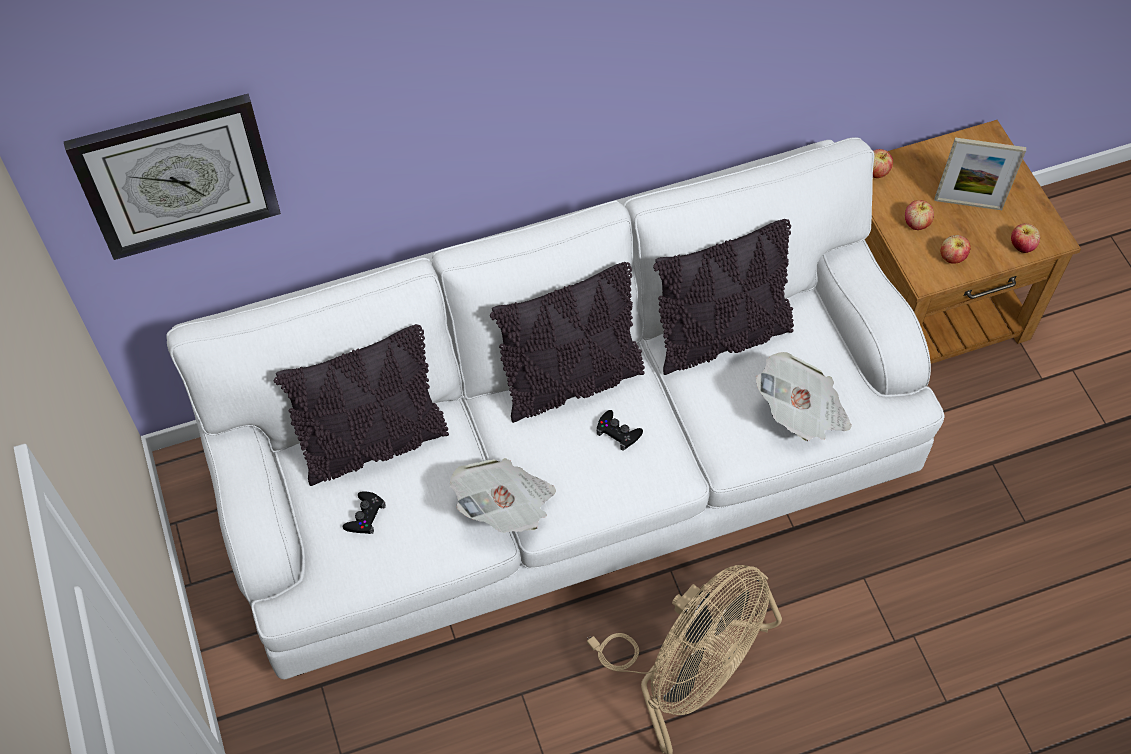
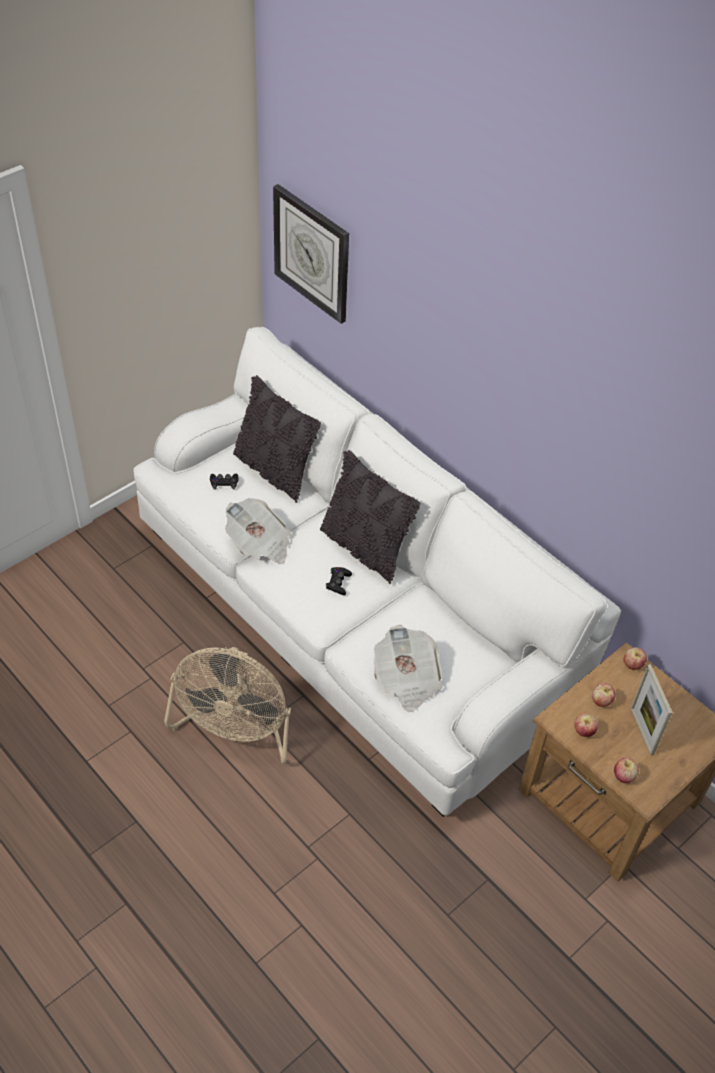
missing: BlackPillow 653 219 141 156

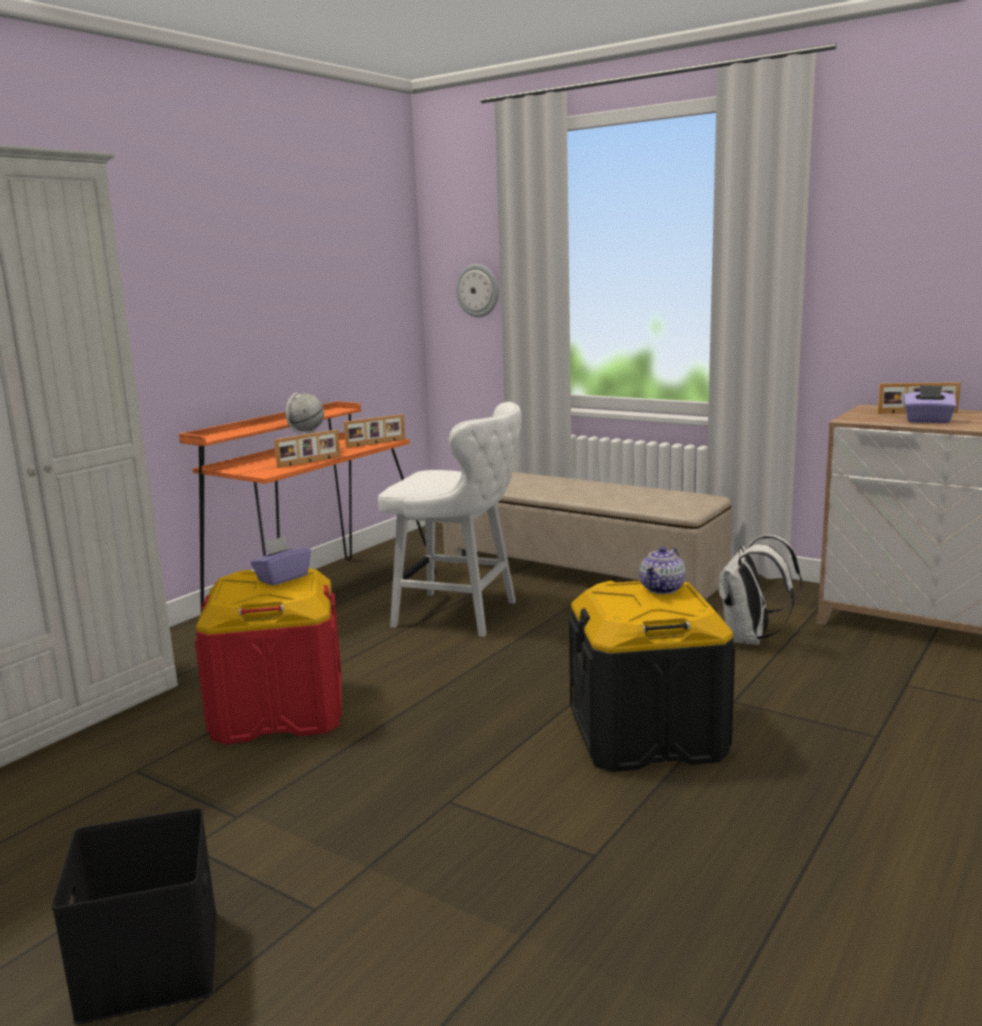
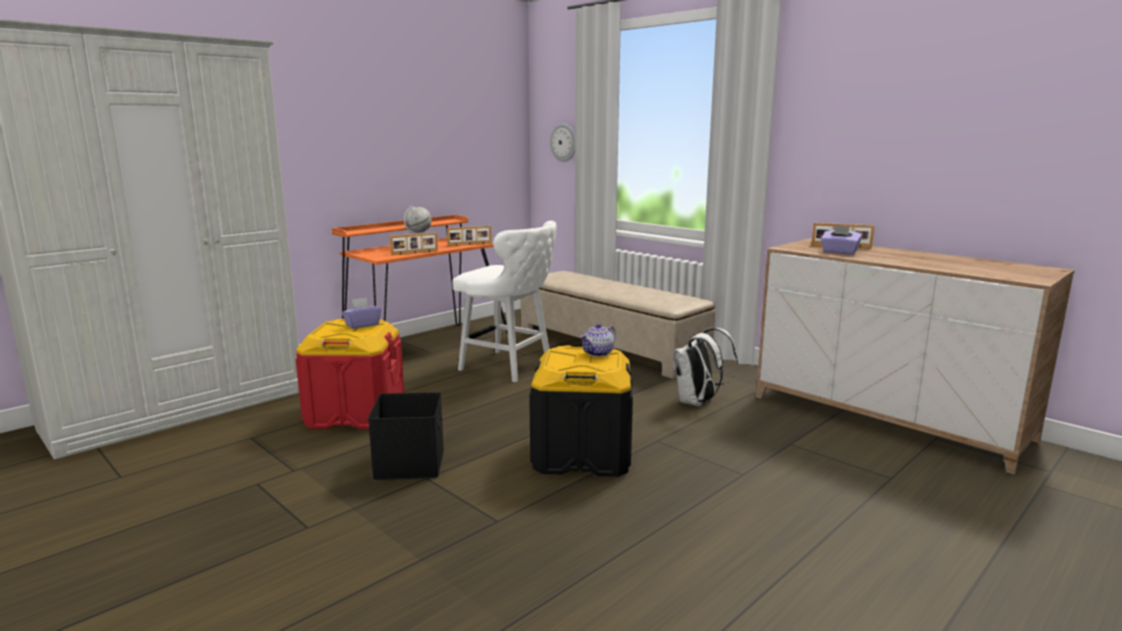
relocated: BlackStorageBox 52 808 165 216 to 368 392 76 88

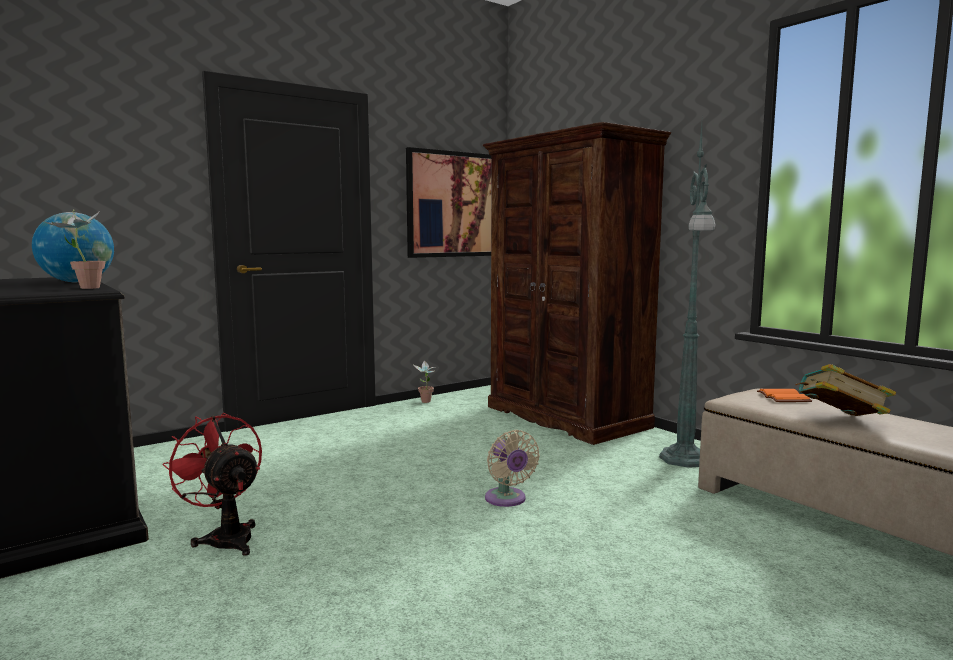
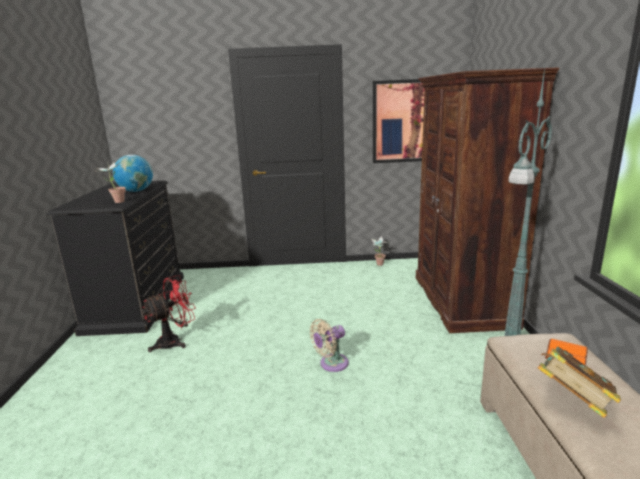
spun: RedFan 162 413 100 143 = 142 275 53 77 60 degrees clockwise; BeigeFan 485 430 55 77 = 310 319 39 53 45 degrees clockwise

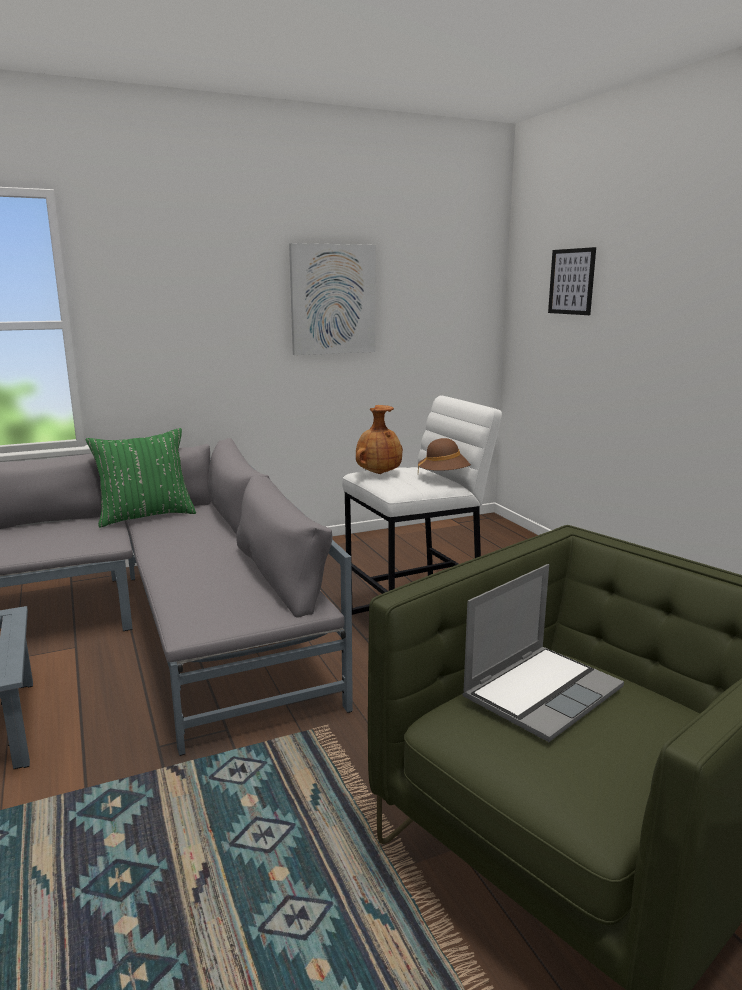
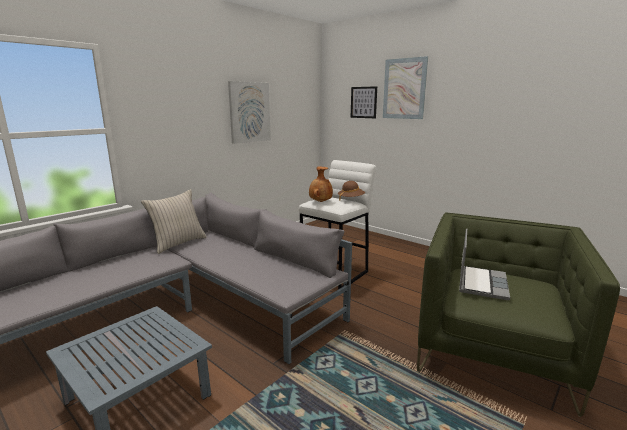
appeared: Picture 383 56 45 63
colour: GreenPillow 86 428 110 99 to BeigePillow 141 189 66 65

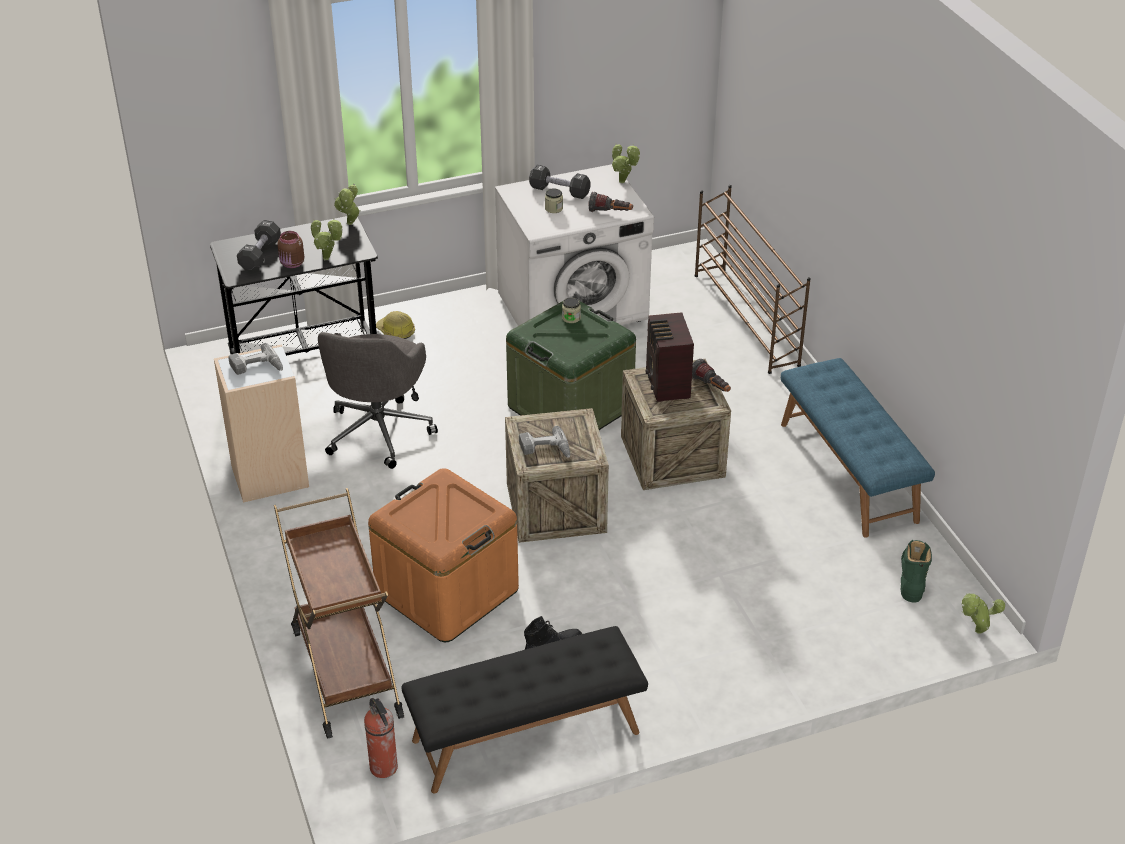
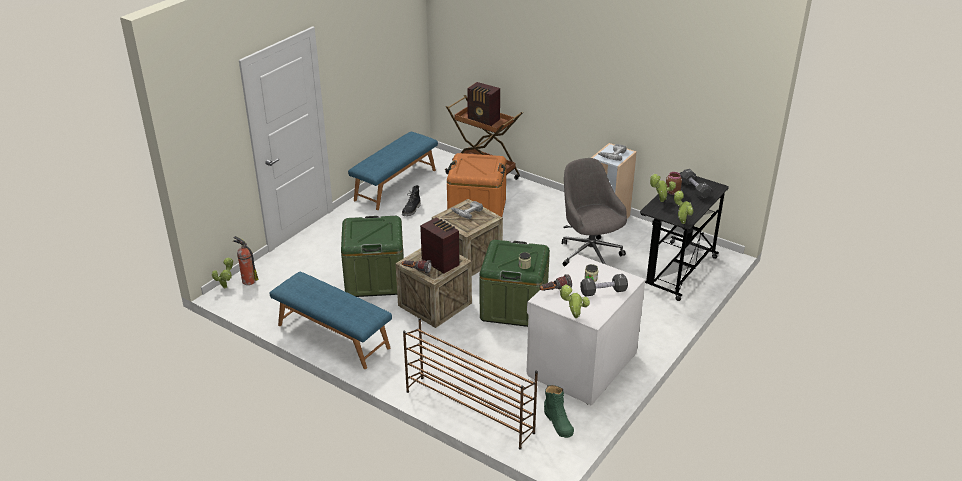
missing: HardHat 376 311 39 28
appeared: GreenStorageBox 341 216 63 81; Radio 467 82 33 44
relocated: FireExtinguisher 364 698 34 80 to 233 236 25 49; GreenBoot 901 540 31 63 to 544 385 30 53
colour: BlackBench 401 626 247 168 to BlueBench 348 131 90 79

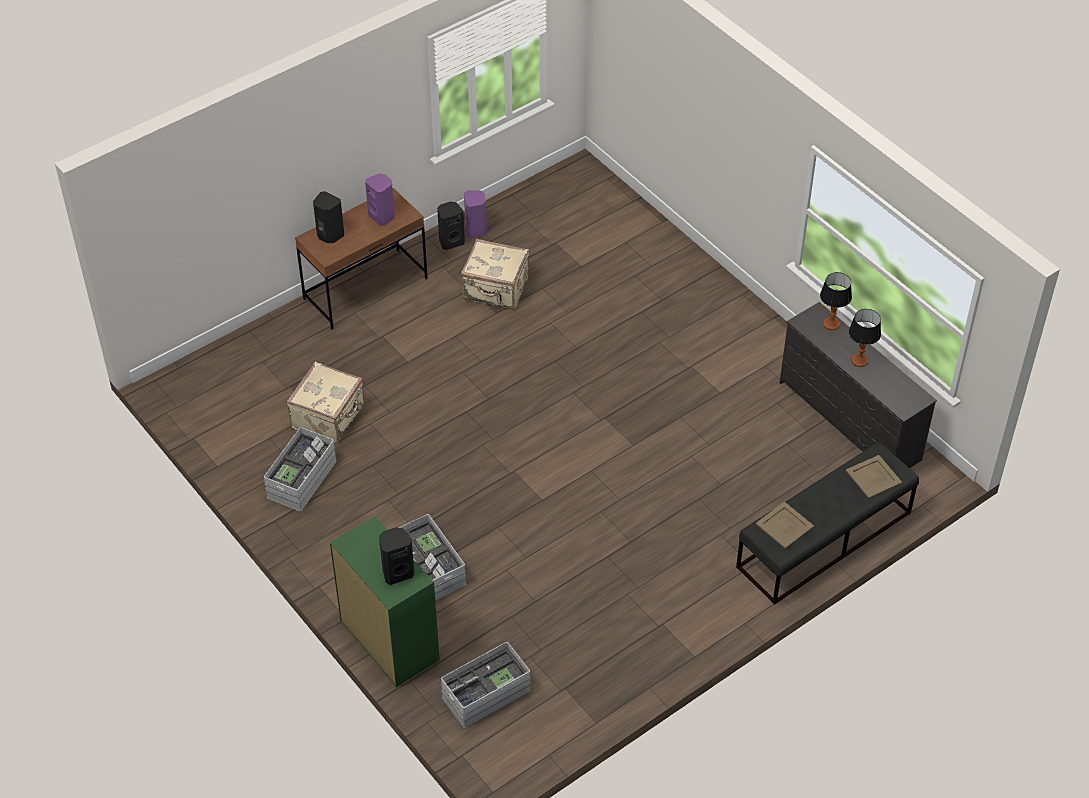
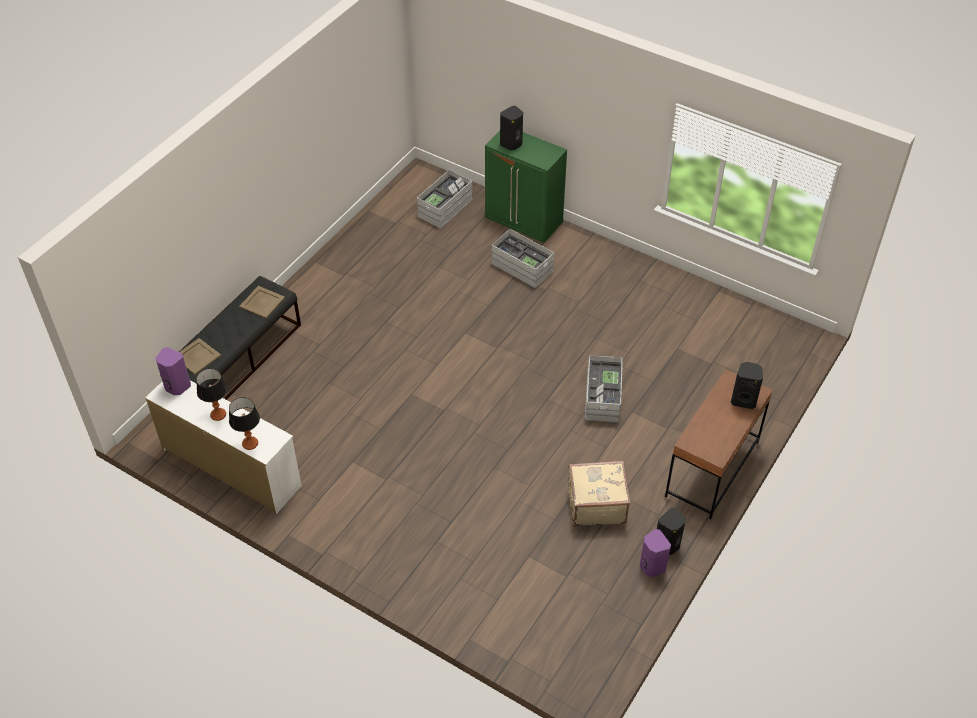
missing: BeigeSuitcase 287 362 78 82
relocated: GreyStorageBox 264 427 73 84 to 585 355 38 68; PurpleSpeaker 365 173 30 53 to 155 347 36 48
colour: BlackDresser 780 302 157 166 to WhiteDresser 145 380 157 134

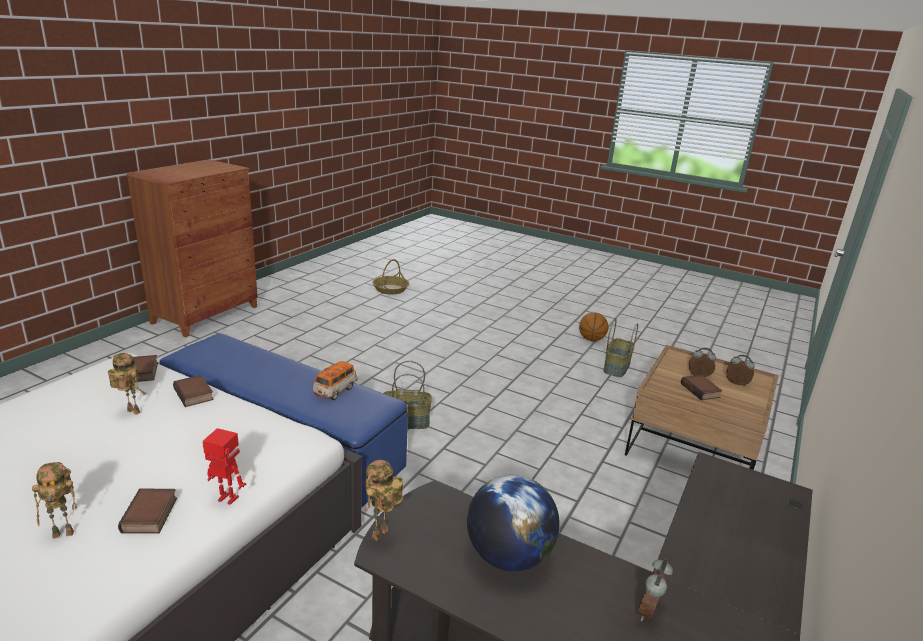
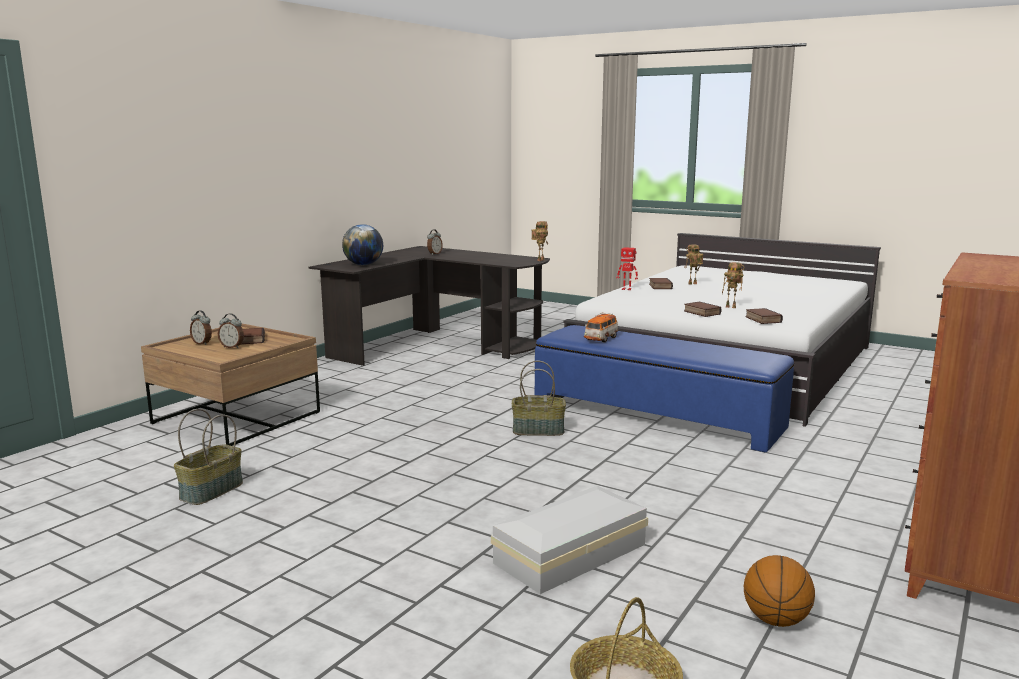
appeared: WhiteStorageBox 491 486 157 108
relocated: Globe 467 475 93 96 to 342 224 41 41; Basketball 579 312 30 29 to 744 555 71 72

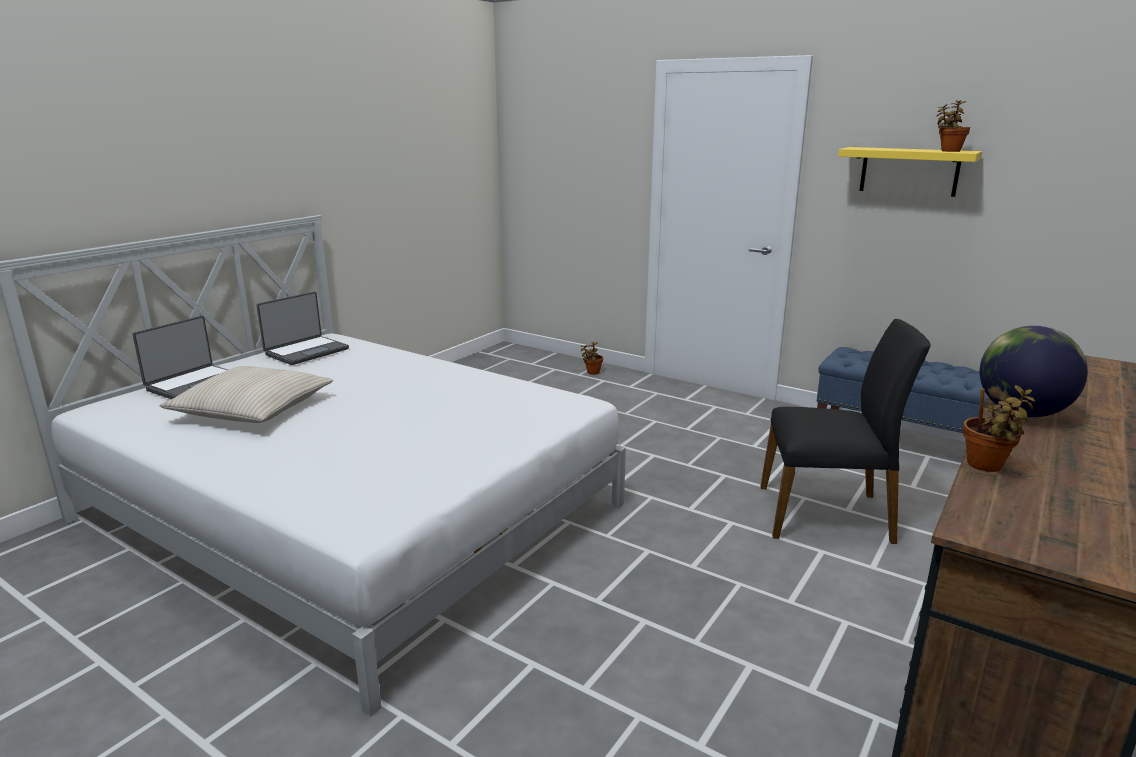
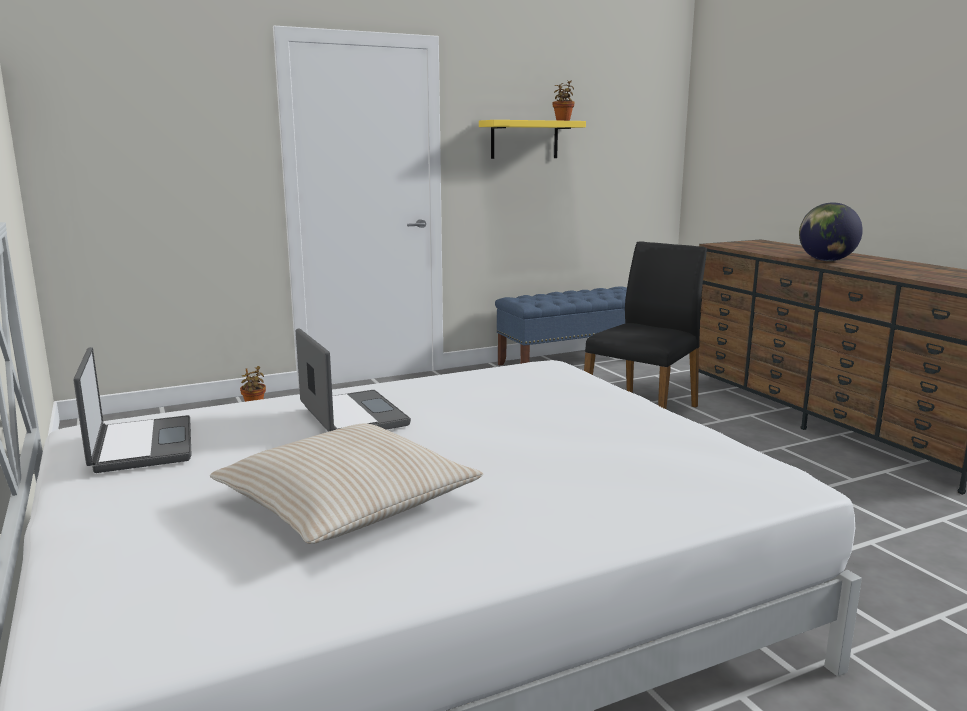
missing: PottedPlant 963 385 72 87
relocated: Laptop 132 316 96 83 to 296 329 115 103

